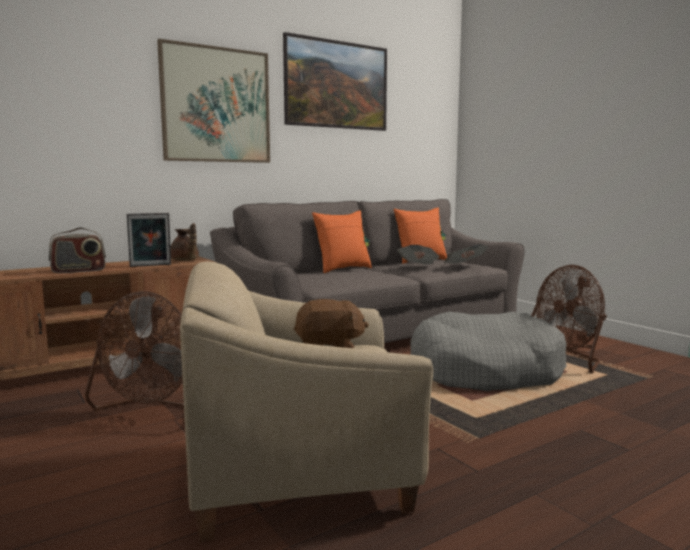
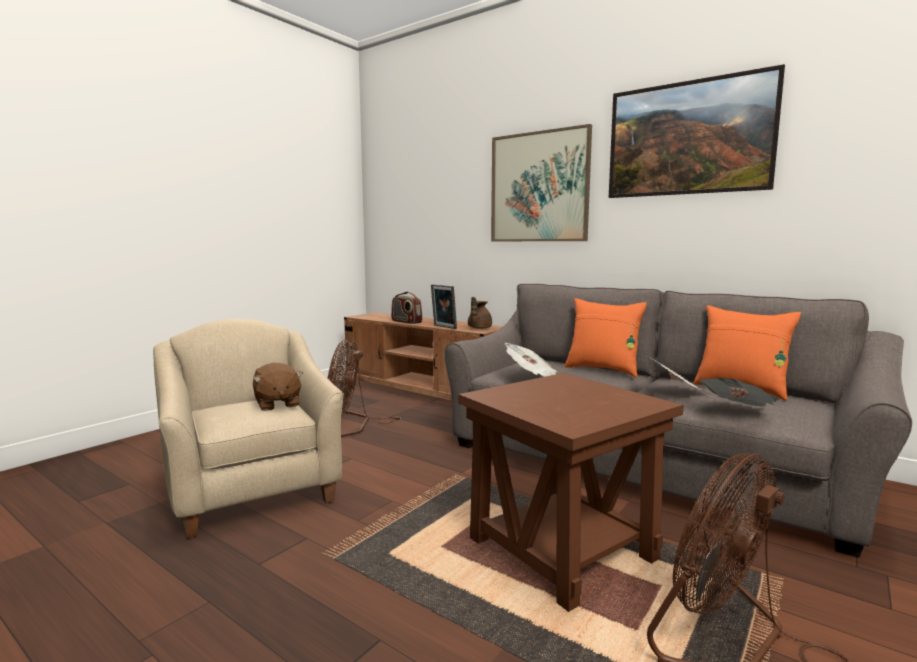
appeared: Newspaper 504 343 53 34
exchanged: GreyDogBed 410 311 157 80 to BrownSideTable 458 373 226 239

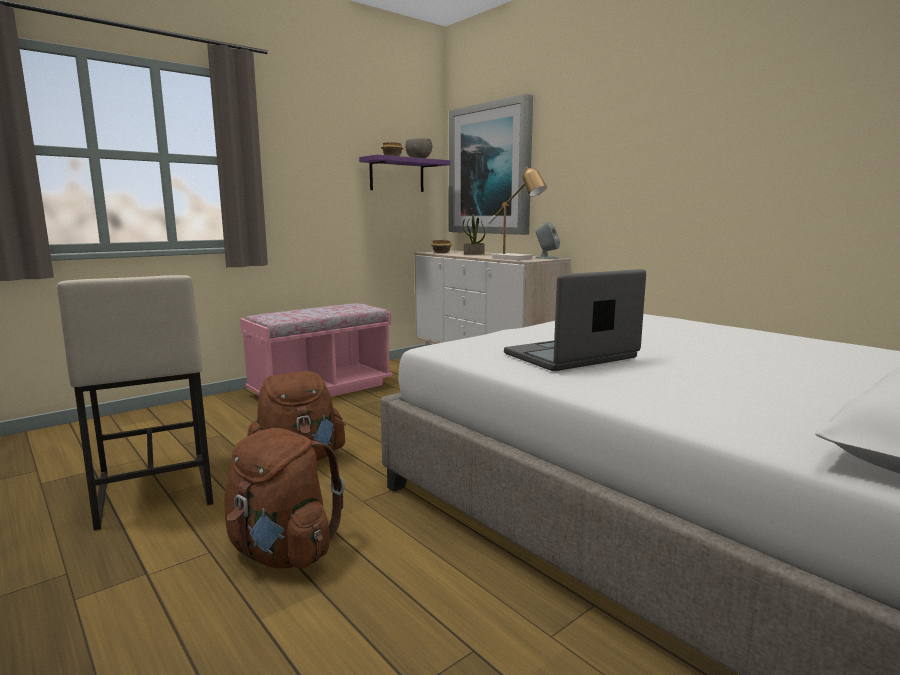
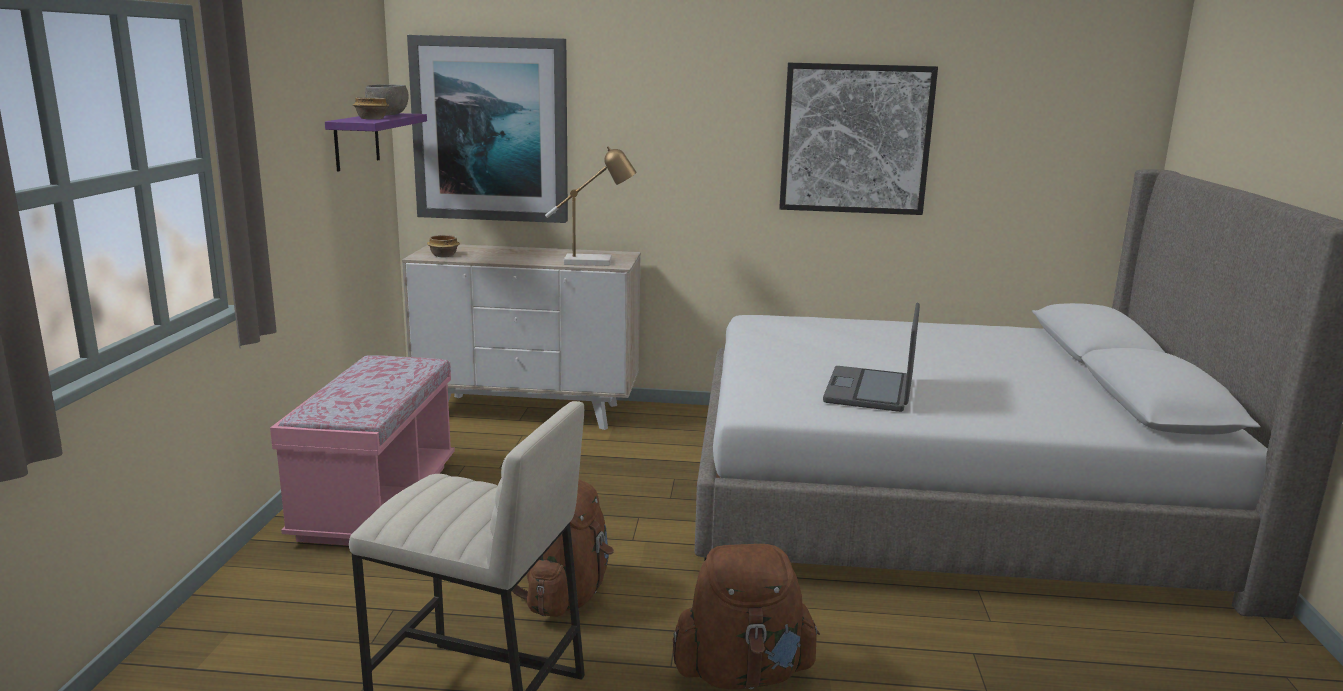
missing: PottedPlant 463 214 22 41; GreySpeaker 535 221 25 38
appeared: Picture 779 63 159 152

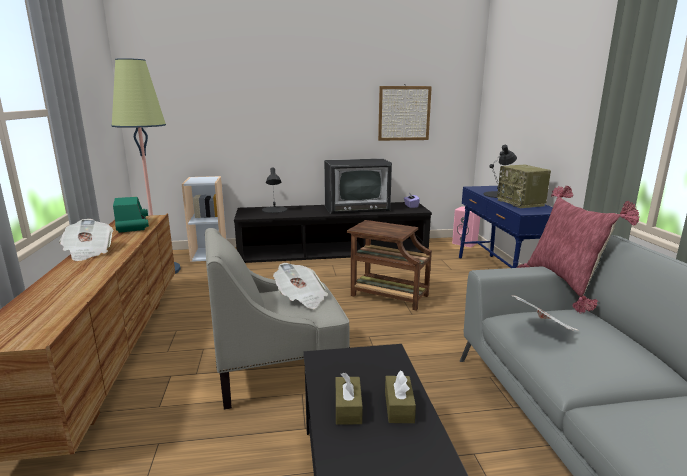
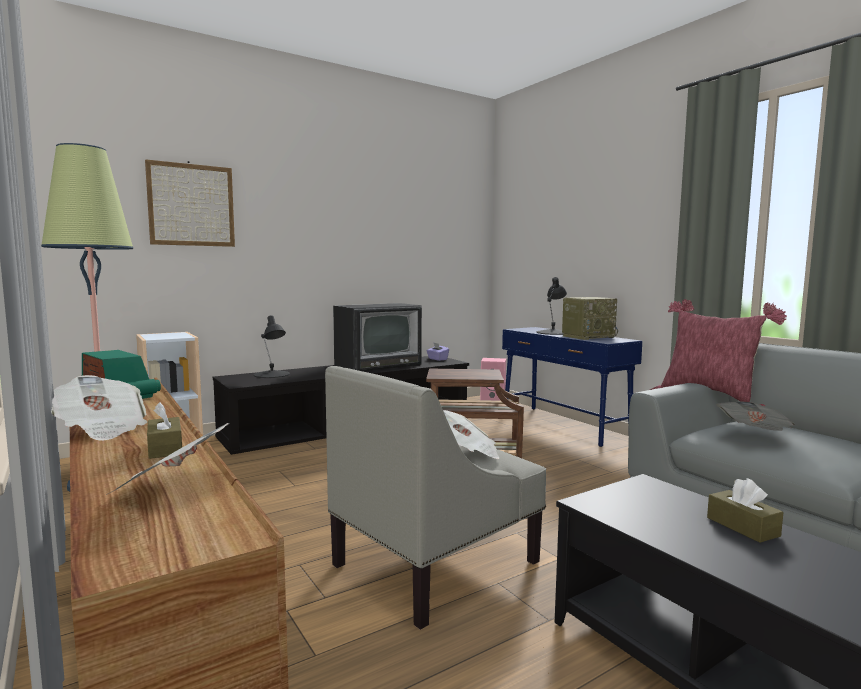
appeared: Newspaper 106 423 123 72
relocated: BrownTissueBox 336 373 27 52 to 147 402 35 57; Picture 378 84 54 57 to 145 159 90 88
spun: Radio 497 165 54 43 = 562 297 56 43 75 degrees counterclockwise

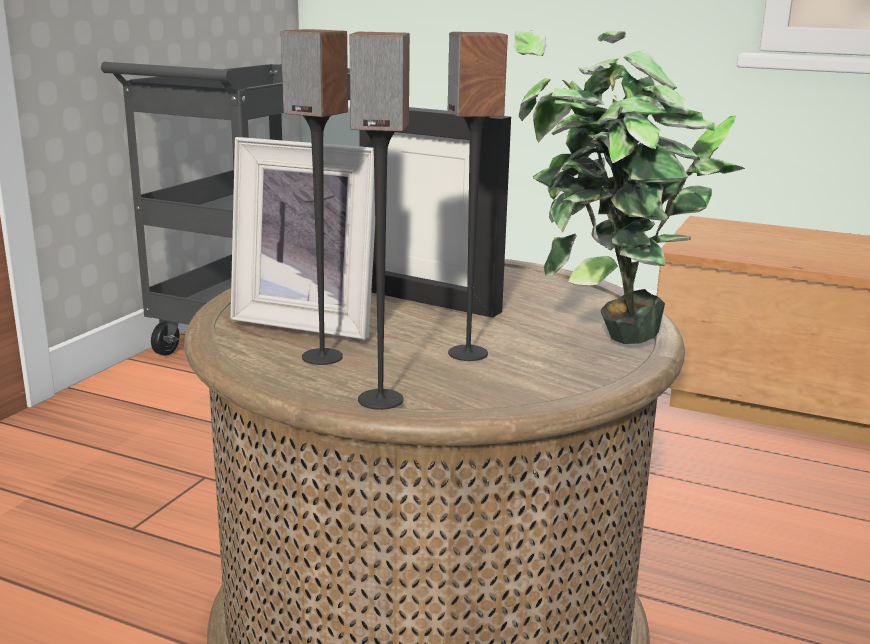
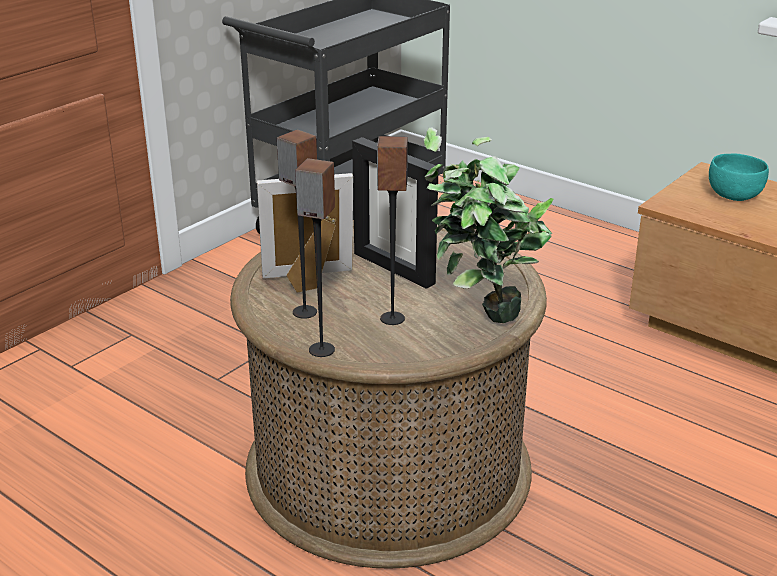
appeared: TurquoiseBowl 709 154 60 47
spun: PictureFrame 230 137 145 203 = 257 173 96 120 135 degrees clockwise

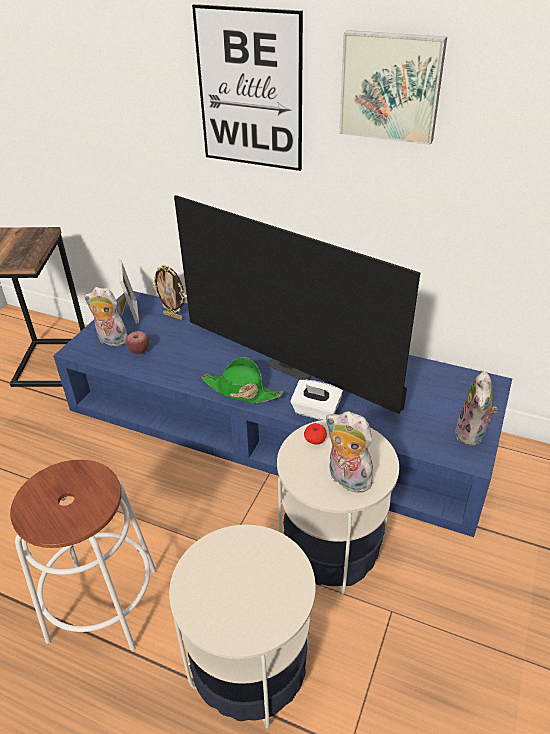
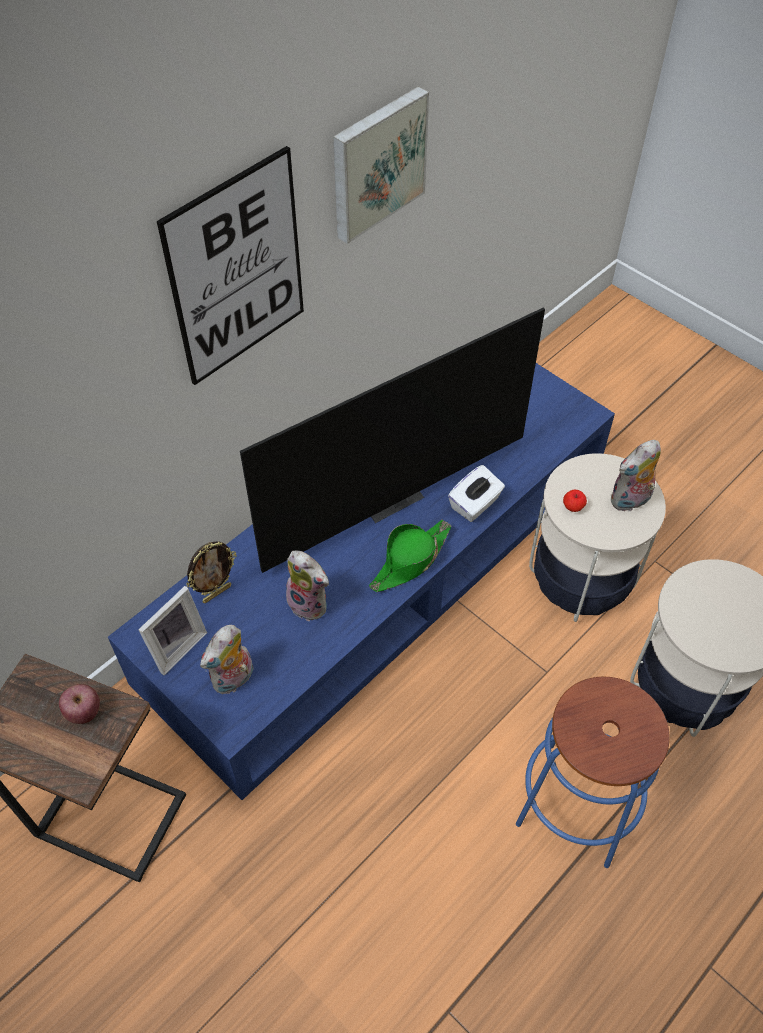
relocated: Apple 126 331 23 23 to 59 684 41 40; PlushToy 455 371 43 75 to 285 551 44 70
colour: WhiteStool 10 460 146 191 to BlueStool 516 677 154 191
spun: PictureFrame 118 261 21 63 = 138 586 69 89 120 degrees clockwise

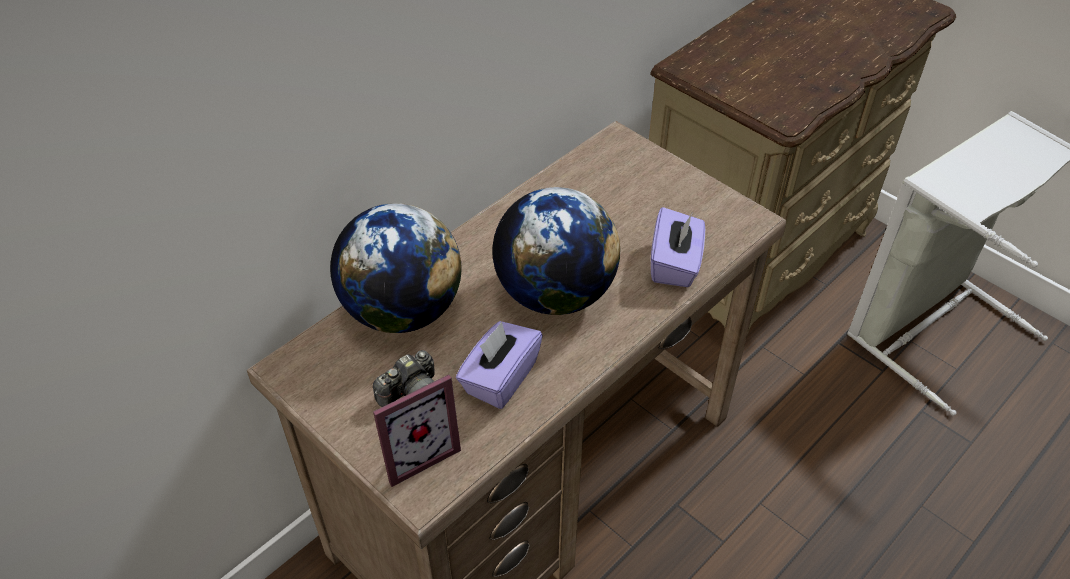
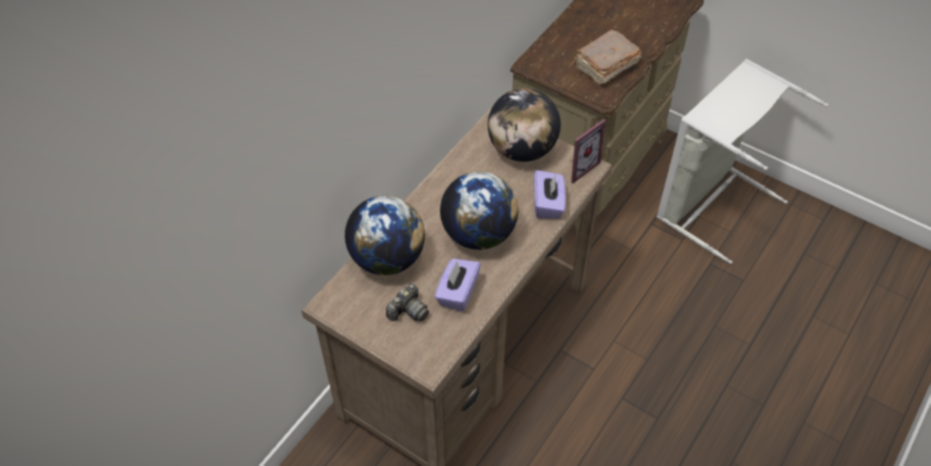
appeared: Globe 488 88 73 74; BrownBook 574 29 67 57
relocated: PictureFrame 373 375 88 112 to 571 119 35 64

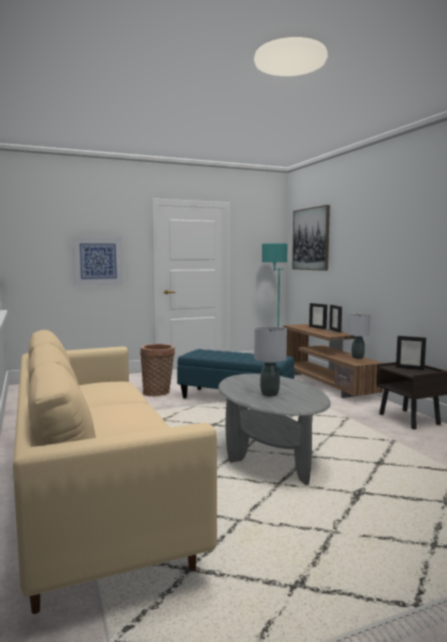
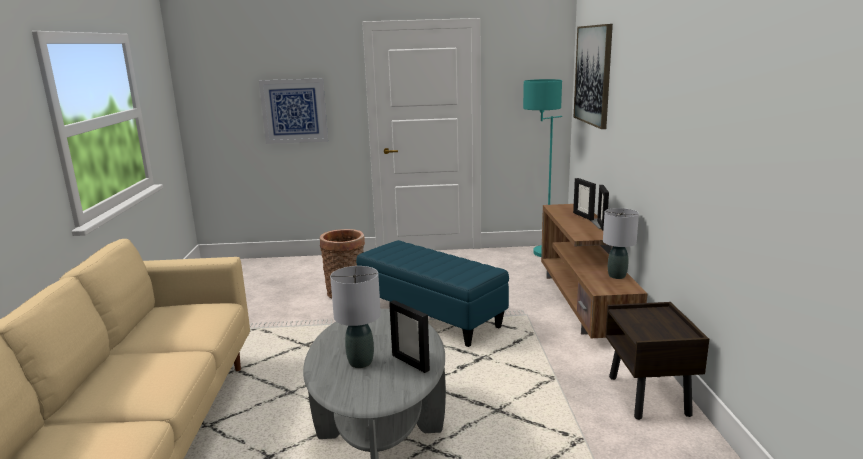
relocated: PictureFrame 396 336 30 34 to 389 300 41 73

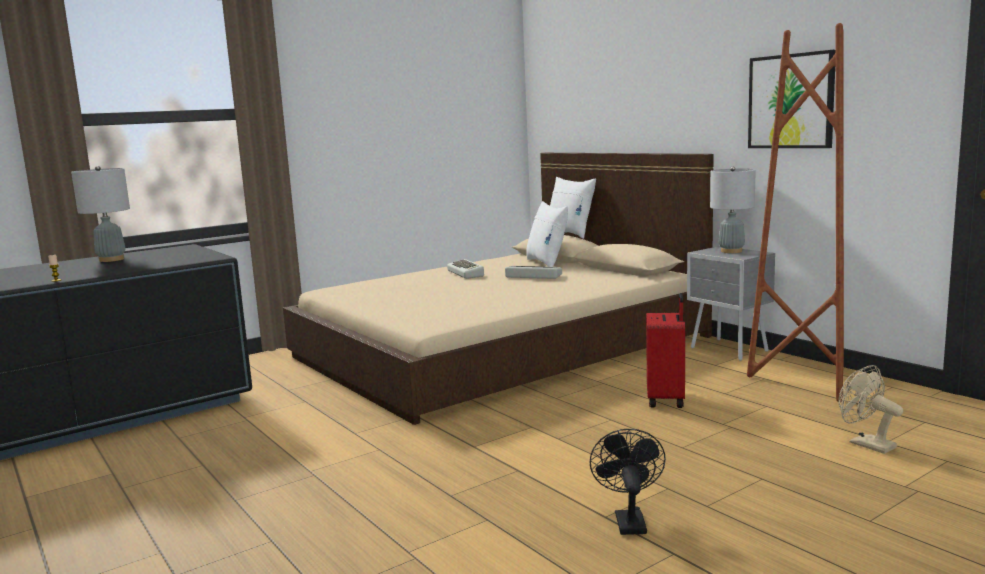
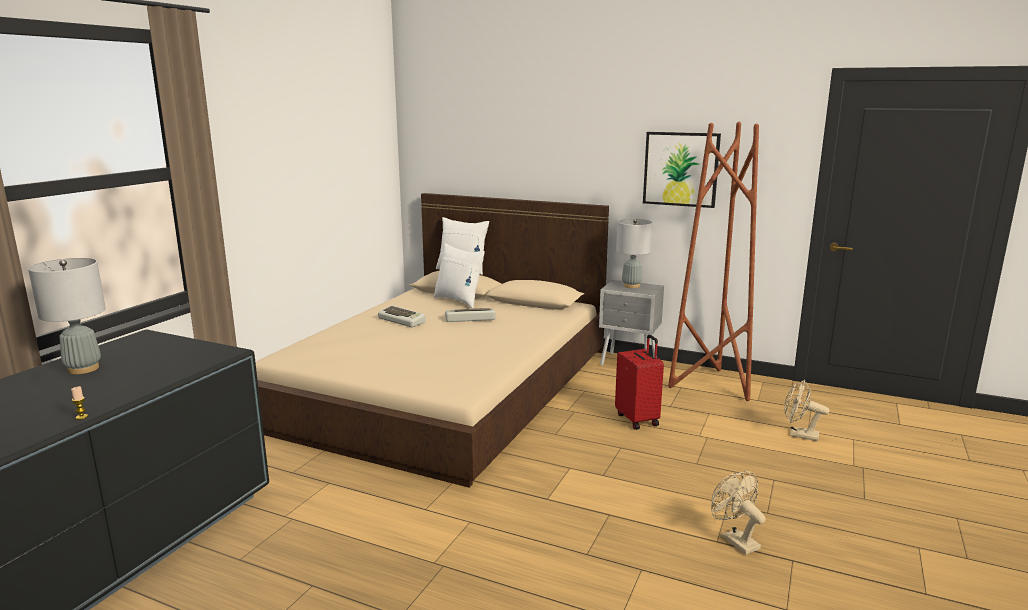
colour: BlackFan 589 429 77 106 to BeigeFan 711 471 55 84

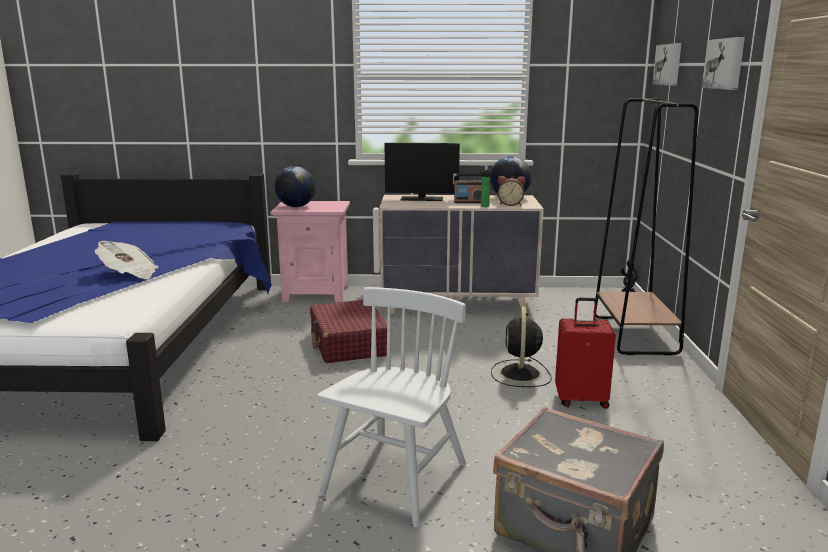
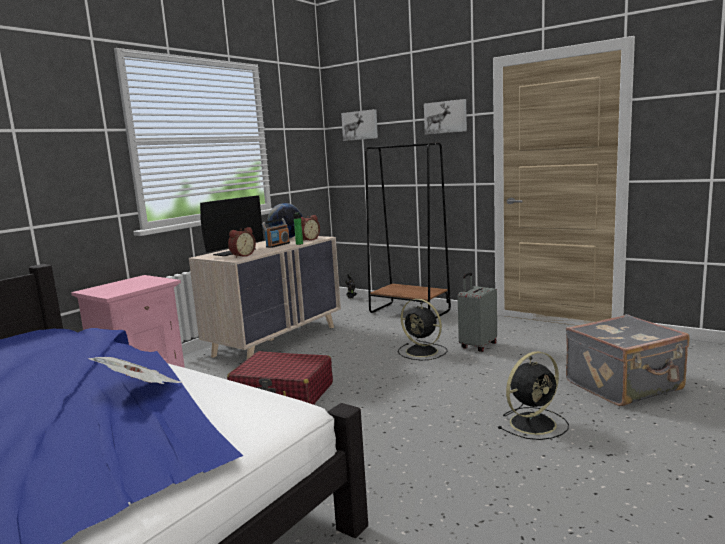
missing: Globe 275 166 41 41
appeared: AlarmClock 228 227 28 31
exchanged: WhiteChair 317 287 149 241 to BlackFan 498 351 71 89
colour: RedSuitcase 555 297 61 112 to GreySuitcase 458 272 39 80

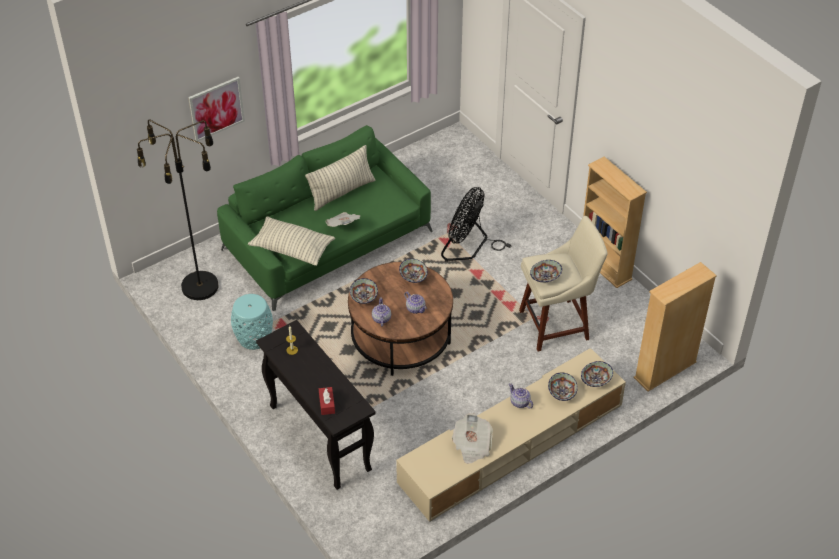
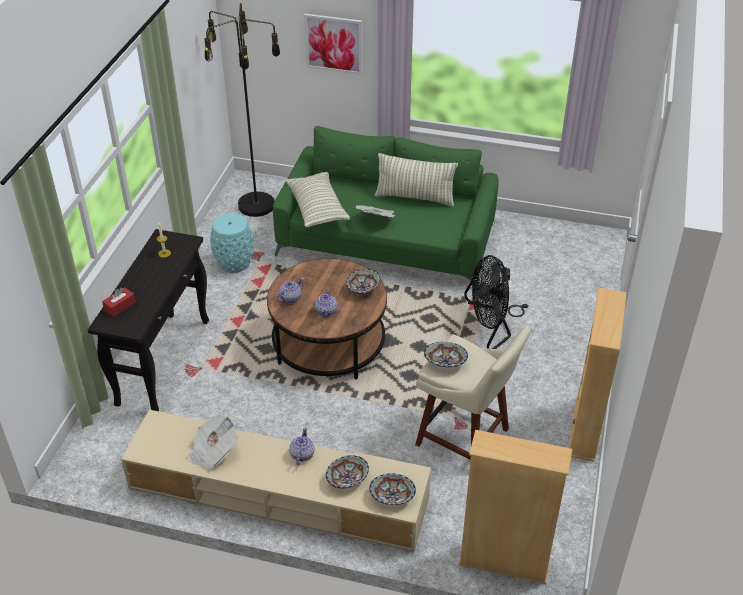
missing: Bowl 350 278 28 26
spun: BlackFan 441 187 71 75 = 464 255 65 94 90 degrees counterclockwise

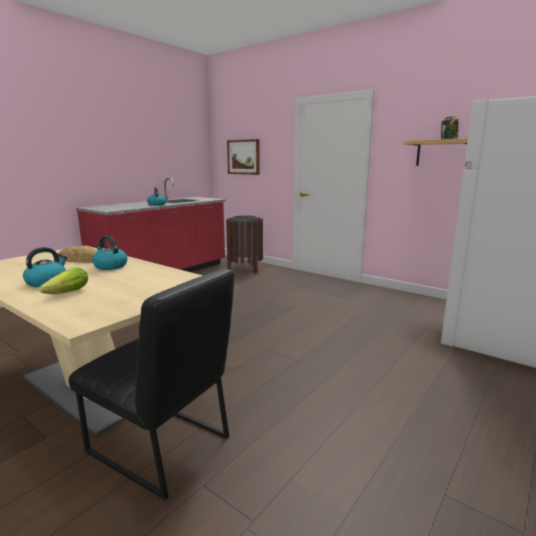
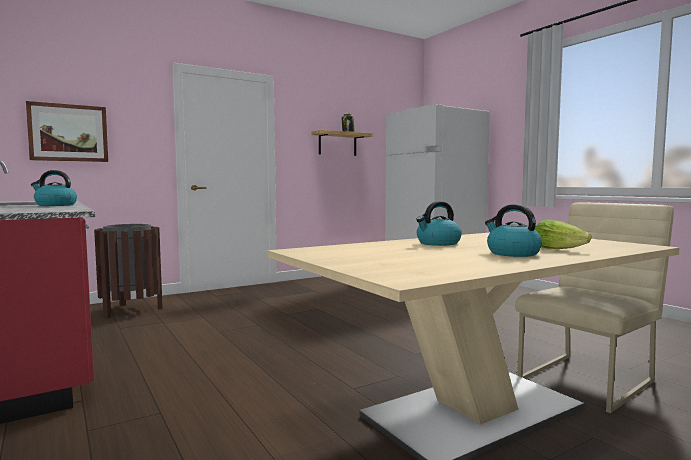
missing: Bread 58 246 39 17
colour: BlackChair 69 269 165 231 to BeigeChair 515 202 159 211

